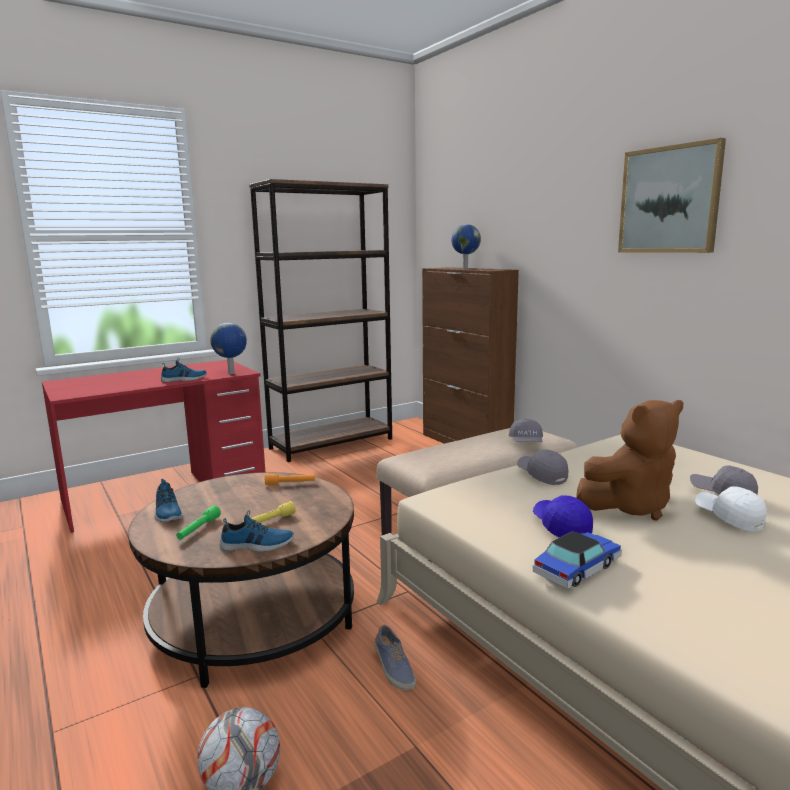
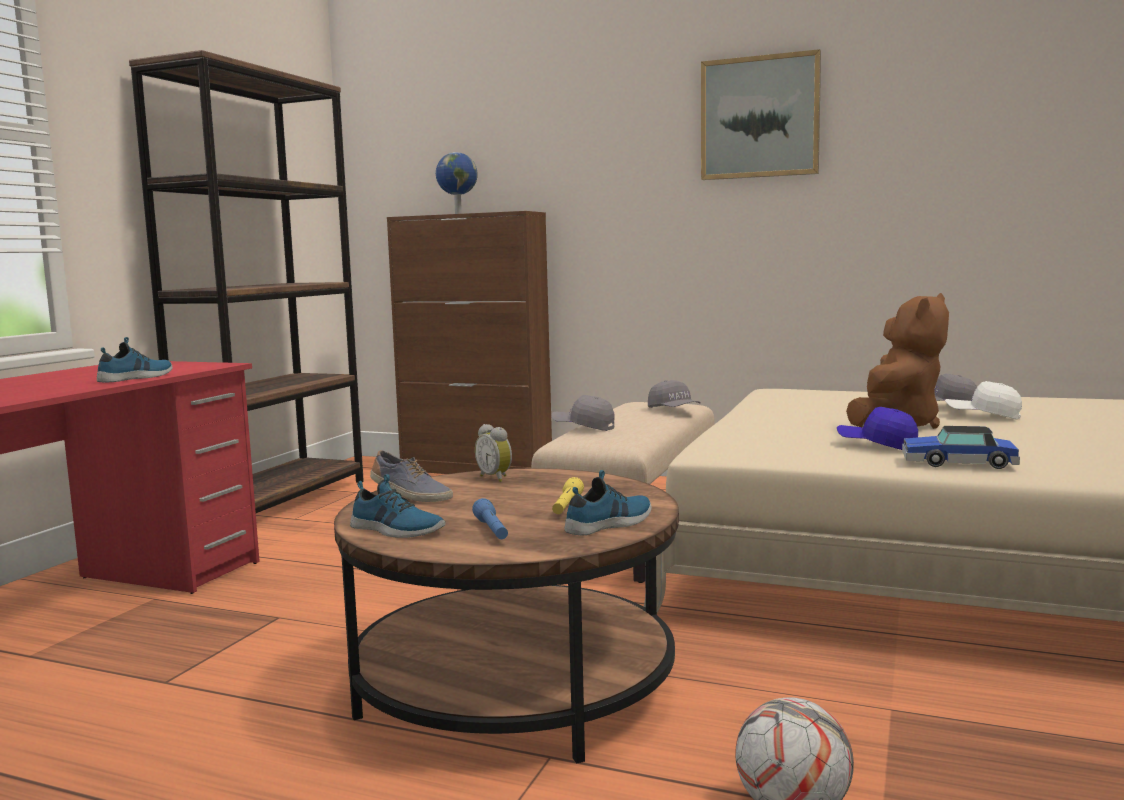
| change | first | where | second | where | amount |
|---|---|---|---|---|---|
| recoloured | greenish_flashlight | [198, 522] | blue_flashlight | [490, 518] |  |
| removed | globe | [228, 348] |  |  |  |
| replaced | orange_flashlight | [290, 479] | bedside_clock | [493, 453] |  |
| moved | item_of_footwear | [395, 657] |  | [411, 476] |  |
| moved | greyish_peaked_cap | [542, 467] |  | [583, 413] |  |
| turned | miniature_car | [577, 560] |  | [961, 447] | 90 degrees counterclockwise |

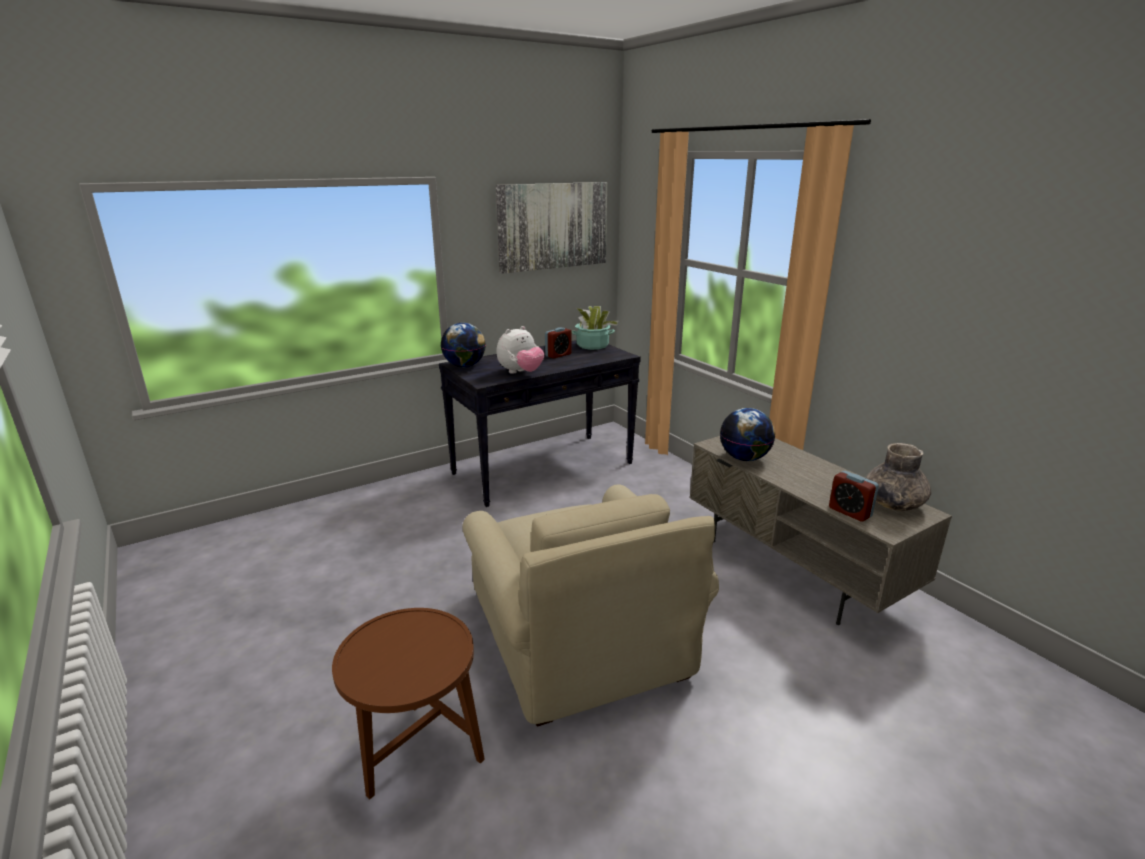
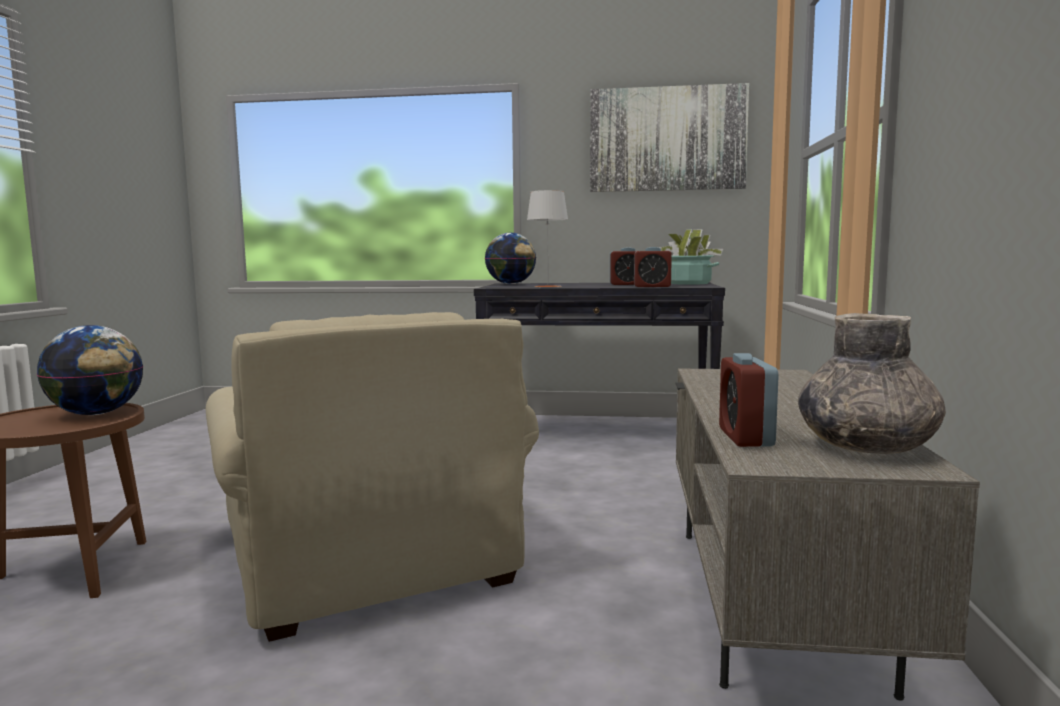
| change | first | where | second | where | amount |
|---|---|---|---|---|---|
| turned | beige_easy_chair | [590, 605] |  | [372, 477] | 45 degrees counterclockwise |
| replaced | soft_toy | [520, 350] | greyish_lamp_for_a_table | [547, 238] |  |
| moved | globe | [747, 434] |  | [90, 370] |  |
| added |  |  | bedside_clock | [653, 267] |  |

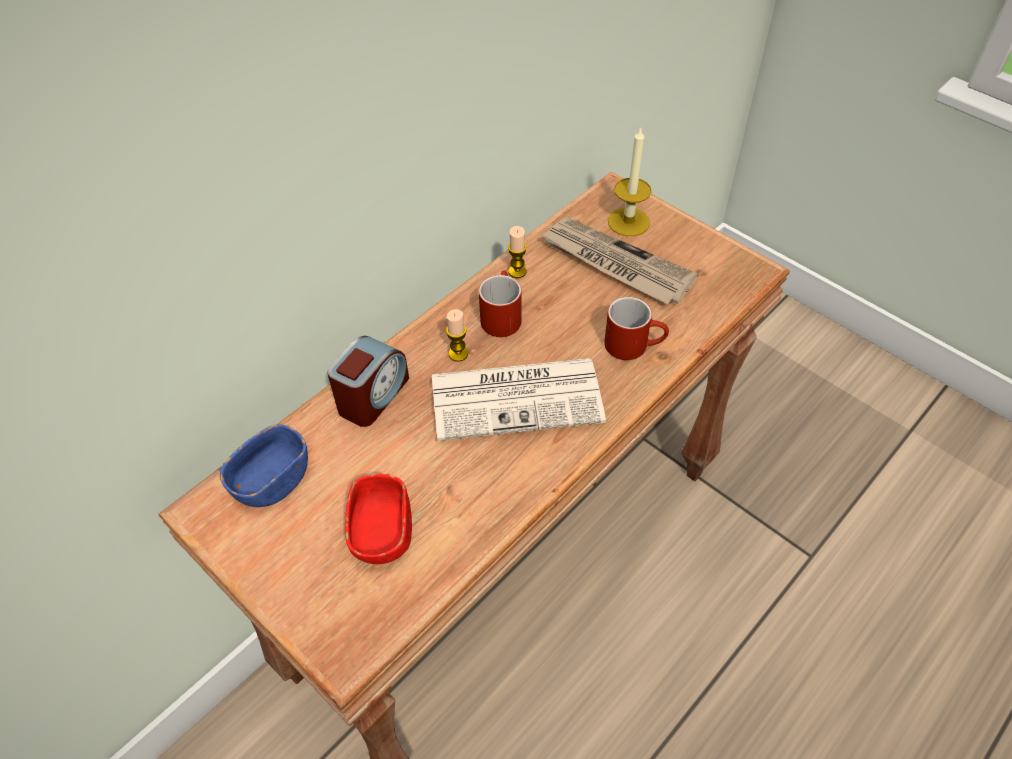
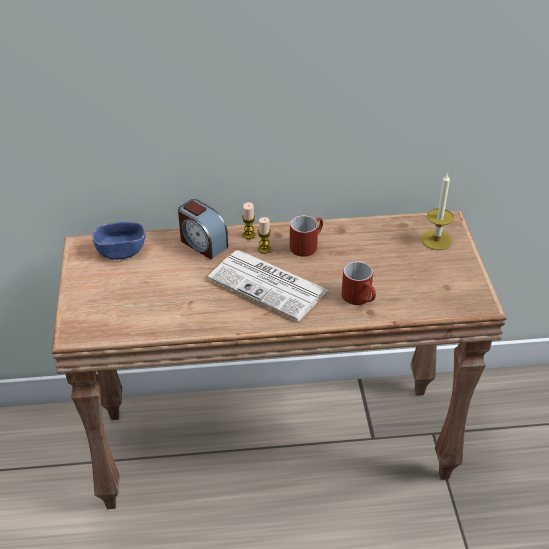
| change | first | where | second | where | amount |
|---|---|---|---|---|---|
| turned | bedside_clock | [368, 381] |  | [203, 229] | 60 degrees clockwise |
| removed | red_deep_dish | [378, 519] |  |  |  |
| moved | wax_light | [517, 252] |  | [248, 220] |  |
| removed | daily_paper | [619, 261] |  |  |  |

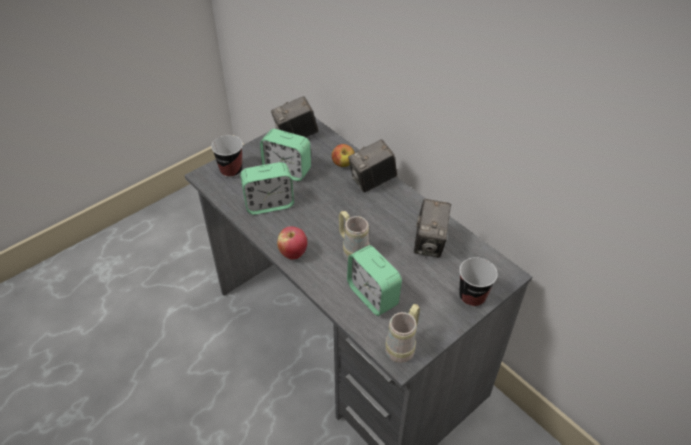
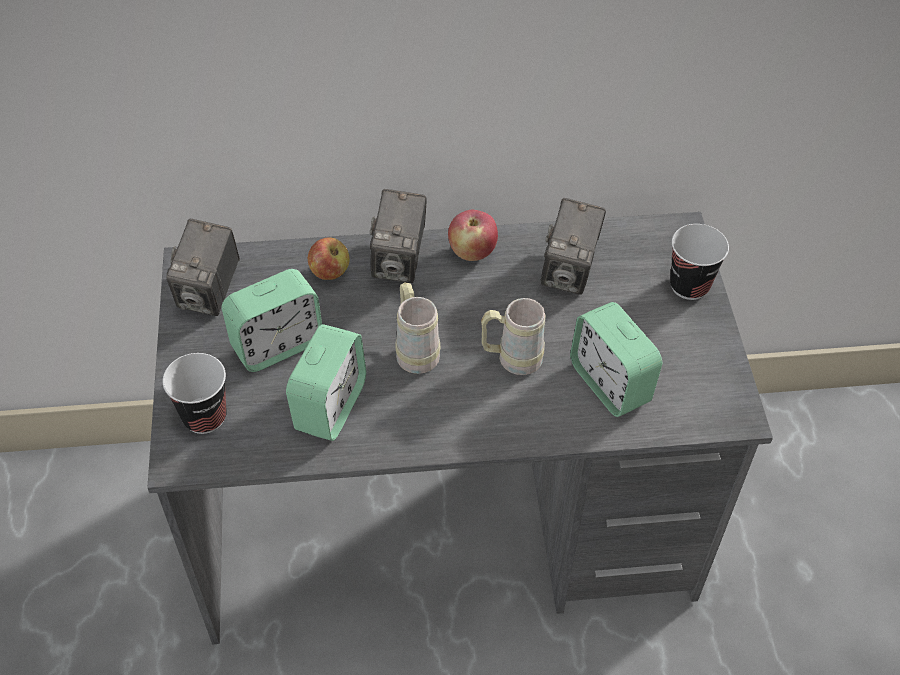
| change | first | where | second | where | amount |
|---|---|---|---|---|---|
| moved | whole_apple | [292, 243] |  | [473, 235] |  |
| turned | bedside_clock | [374, 280] |  | [616, 359] | 60 degrees clockwise |
| moved | beige_tea_mug | [402, 333] |  | [417, 328] |  |
| turned | photo_camera | [432, 228] |  | [573, 246] | 60 degrees clockwise |

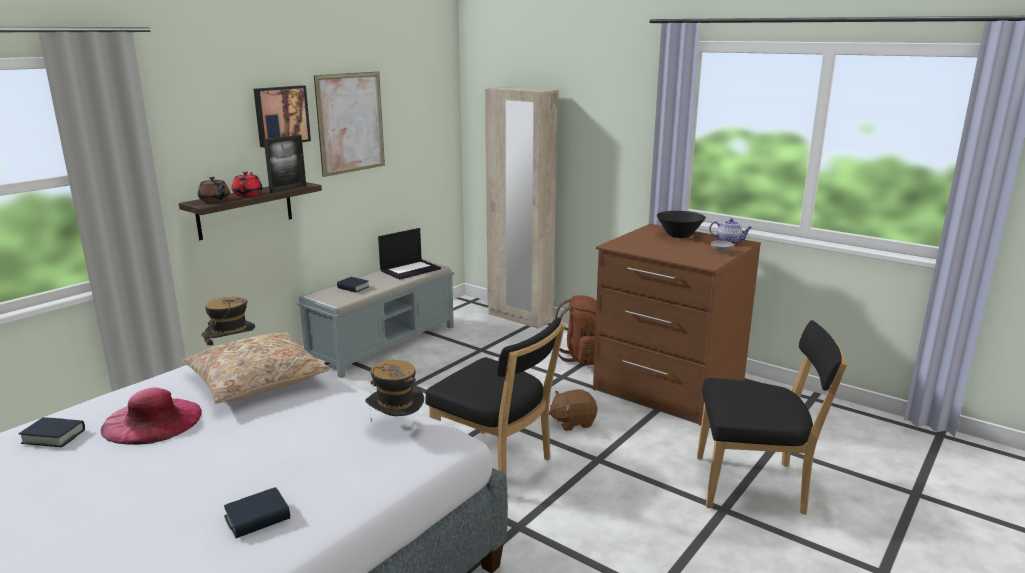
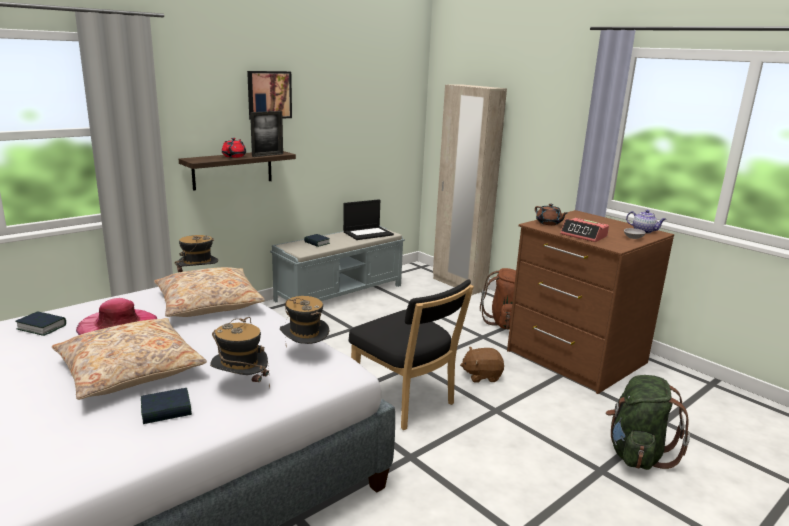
| change | first | where | second | where | amount |
|---|---|---|---|---|---|
| moved | brown-coloured_teapot | [214, 189] |  | [551, 214] |  |
| removed | picture | [349, 124] |  |  |  |
| removed | black_deep_dish | [681, 224] |  |  |  |
| replaced | black_plain_chair | [772, 417] | greenish_backpack | [648, 422] |  |
| added |  |  | beige_pillow | [129, 359] |  |
| added |  |  | hat | [240, 353] |  |
| added |  |  | bedside_clock | [584, 230] |  |

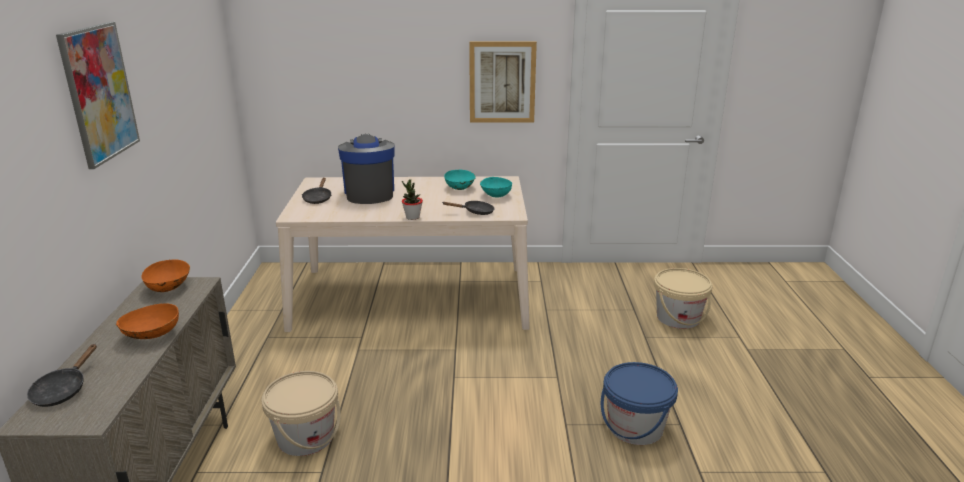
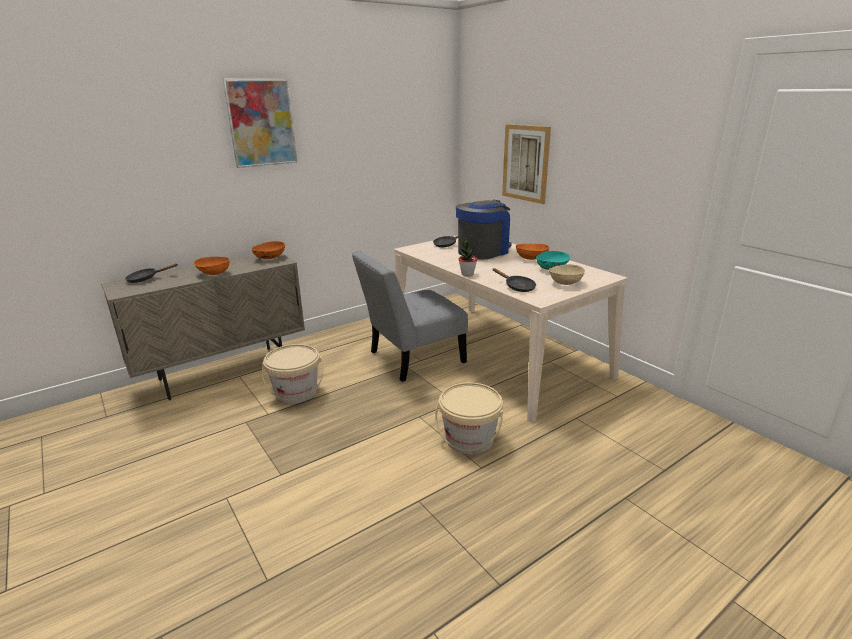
| change | first | where | second | where | amount |
|---|---|---|---|---|---|
| moved | picture | [503, 82] |  | [526, 164] |  |
| recoloured | turquoise_deep_dish | [496, 187] | beige_deep_dish | [567, 274] |  |
| removed | blue_pail | [639, 403] |  |  |  |
| moved | beige_pail | [683, 298] |  | [469, 418] |  |
| added |  |  | greyish_plain_chair | [410, 316] |  |
| added |  |  | orange_deep_dish | [532, 252] |  |

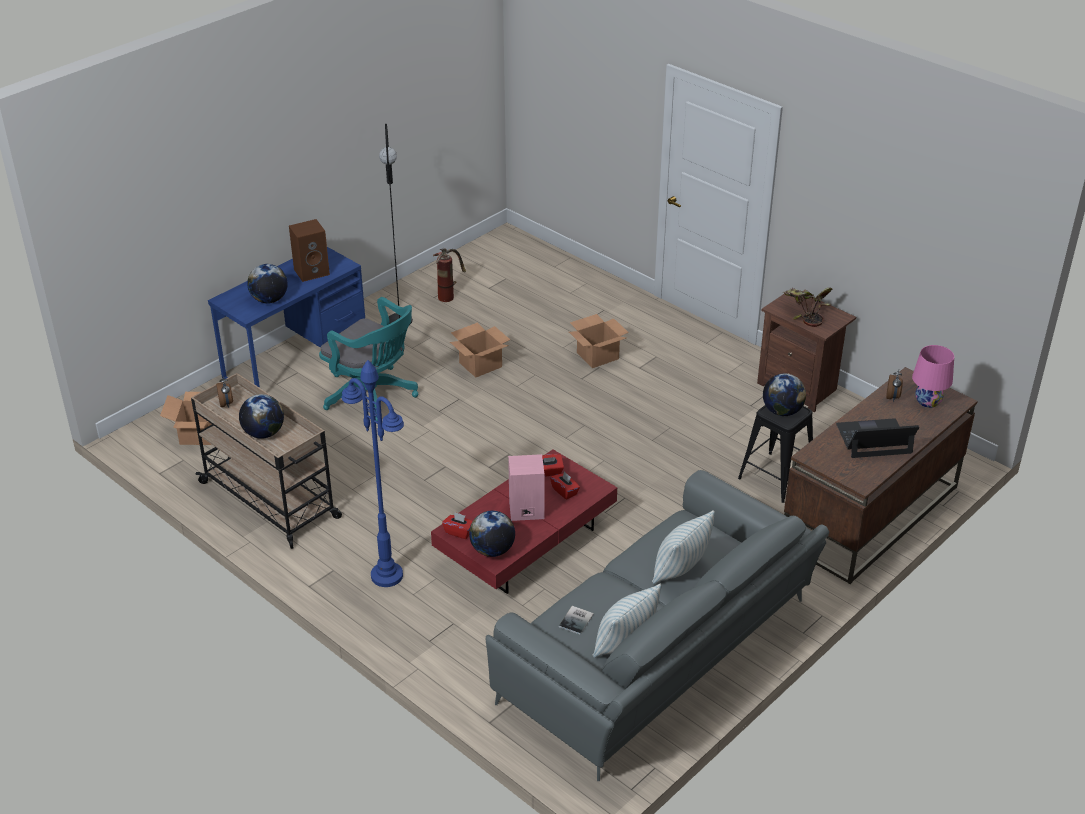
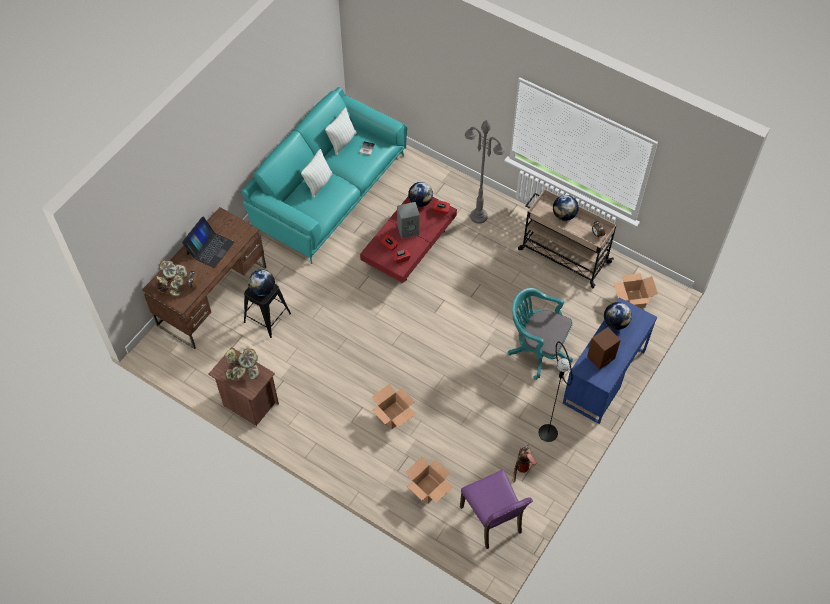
| change | first | where | second | where | amount |
|---|---|---|---|---|---|
| recoloured | blue_standing_lamp | [373, 473] | greyish_standing_lamp | [485, 172] |  |
| moved | carton | [480, 350] |  | [429, 480] |  |
| recoloured | greyish_sofa | [657, 625] | turquoise_sofa | [324, 175] |  |
| recoloured | pinkish_audio_speaker | [526, 487] | greyish_audio_speaker | [408, 220] |  |
| turned | notebook_computer | [877, 438] |  | [208, 242] | 45 degrees counterclockwise |
| replaced | pinkish_lamp_for_a_table | [933, 376] | potted_plant | [172, 278] |  |
| added |  |  | purple-coloured_plain_chair | [496, 509] |  |

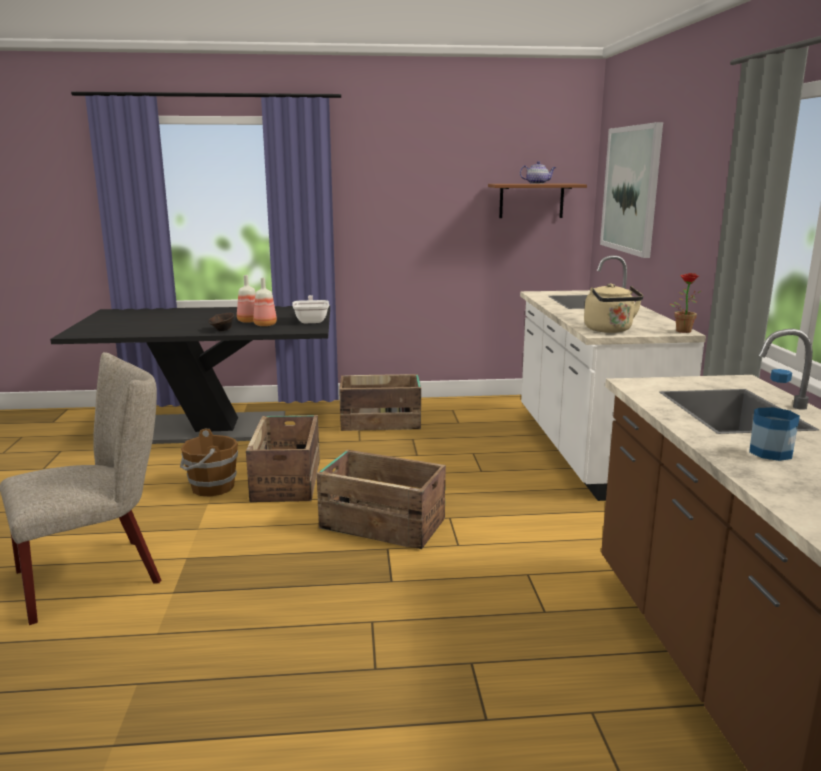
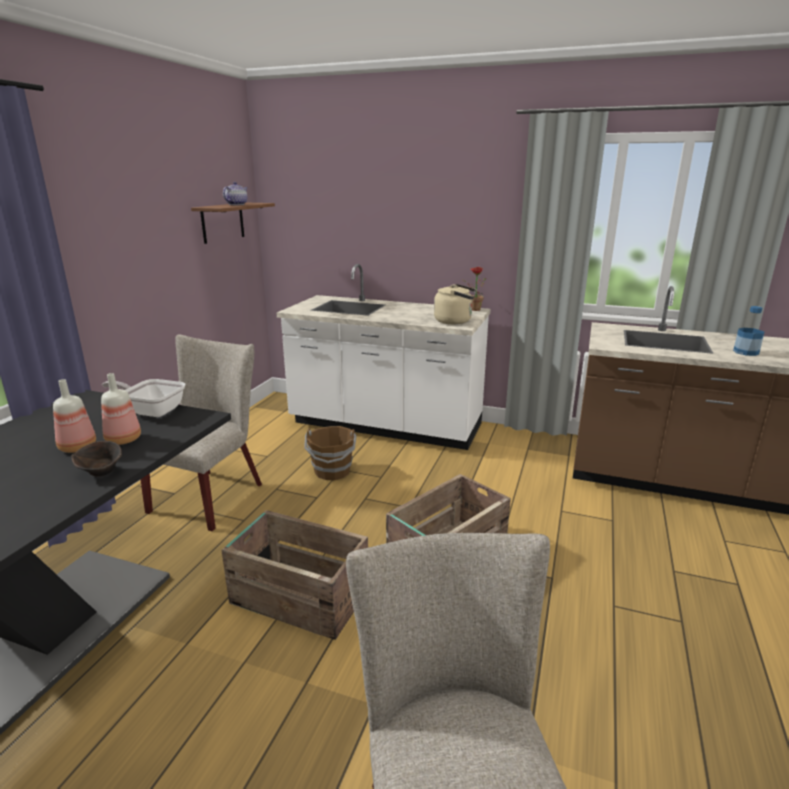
| change | first | where | second | where | amount |
|---|---|---|---|---|---|
| moved | brown-coloured_pail | [209, 463] |  | [330, 453] |  |
| replaced | shipping_crate | [380, 402] | beige_plain_chair | [201, 432] |  |
| removed | picture | [631, 190] |  |  |  |

